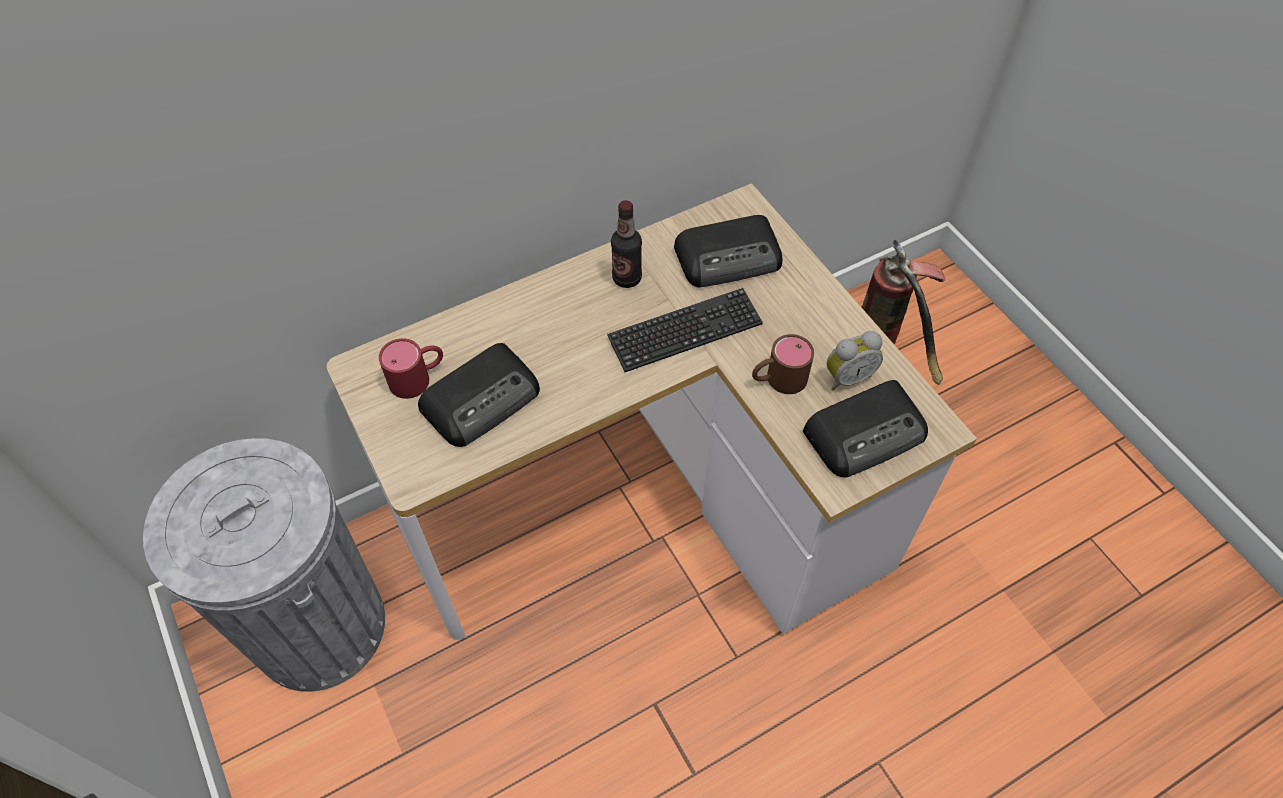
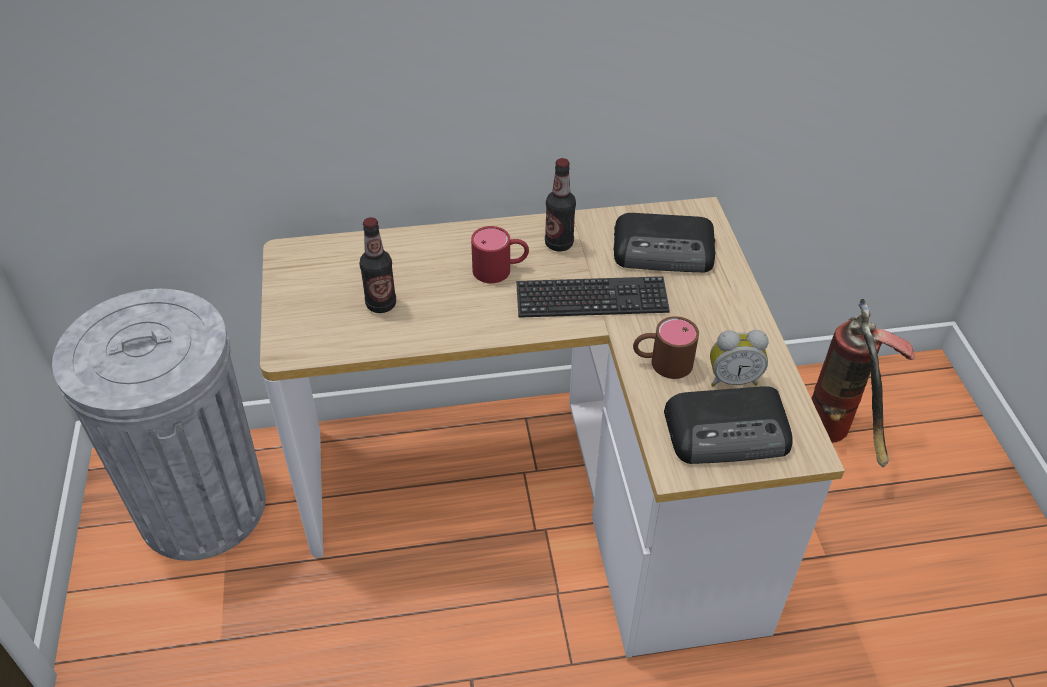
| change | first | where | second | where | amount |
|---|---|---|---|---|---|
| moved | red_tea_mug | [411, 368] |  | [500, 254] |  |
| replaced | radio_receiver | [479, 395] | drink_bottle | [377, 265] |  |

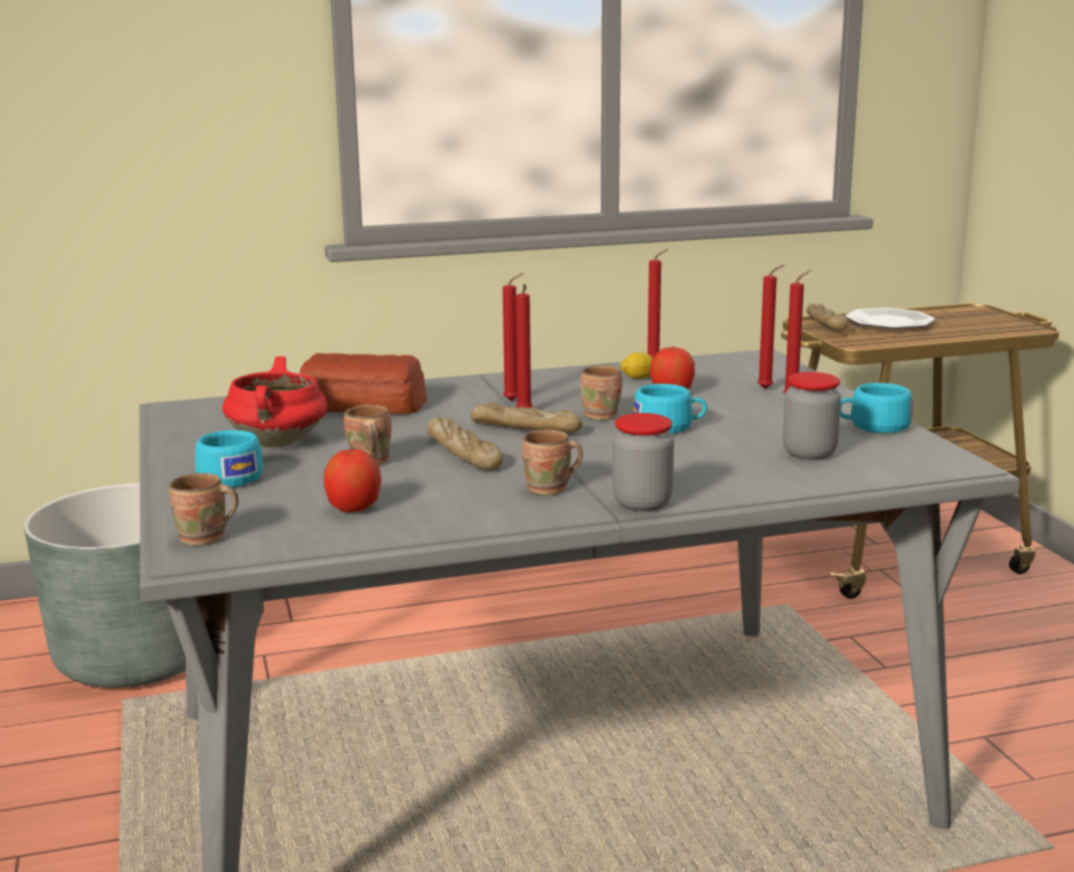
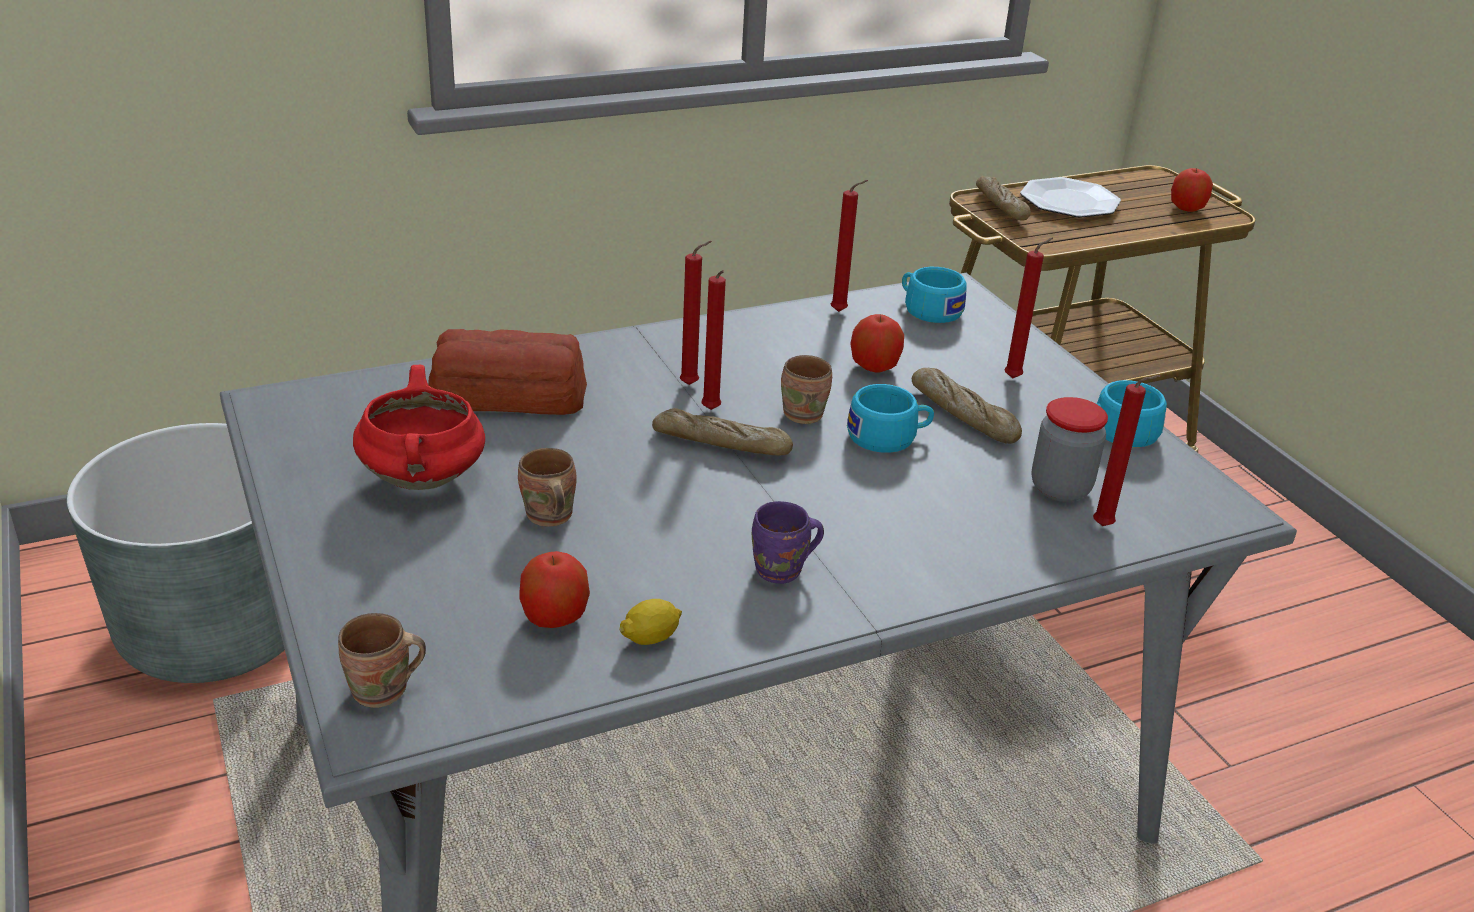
| change | first | where | second | where | amount |
|---|---|---|---|---|---|
| moved | turquoise_small_cup | [229, 458] |  | [934, 295] |  |
| moved | bread | [465, 443] |  | [967, 406] |  |
| recoloured | brown-coloured_tea_mug | [552, 463] | purple-coloured_tea_mug | [788, 542] |  |
| removed | storage_jar | [643, 462] |  |  |  |
| moved | whole_lemon | [636, 365] |  | [650, 622] |  |
| moved | red_wax_light | [770, 327] |  | [1127, 450] |  |
| added |  |  | whole_apple | [1192, 190] |  |

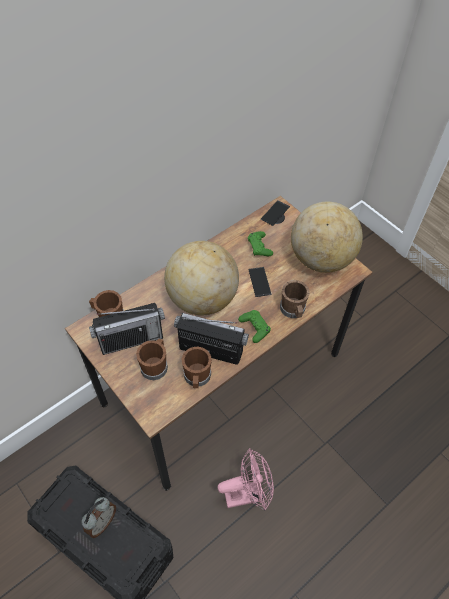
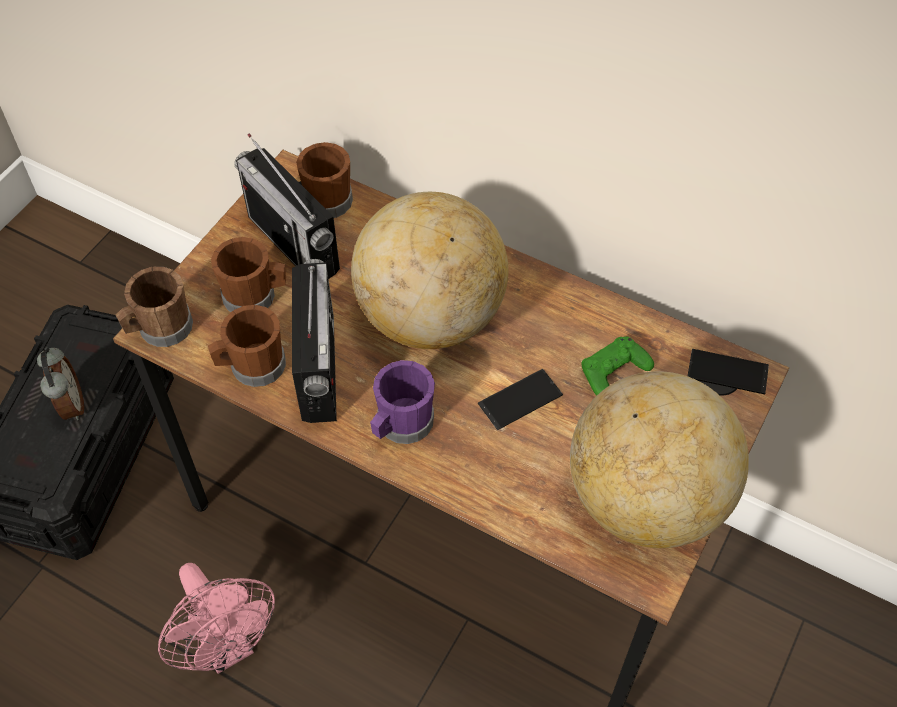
| change | first | where | second | where | amount |
|---|---|---|---|---|---|
| turned | bedside_clock | [99, 517] |  | [60, 383] | 120 degrees counterclockwise |
| replaced | greenish_joypad | [254, 326] | purple-coloured_tea_mug | [402, 402] |  |
| moved | brown-coloured_tea_mug | [295, 299] |  | [154, 307] |  |

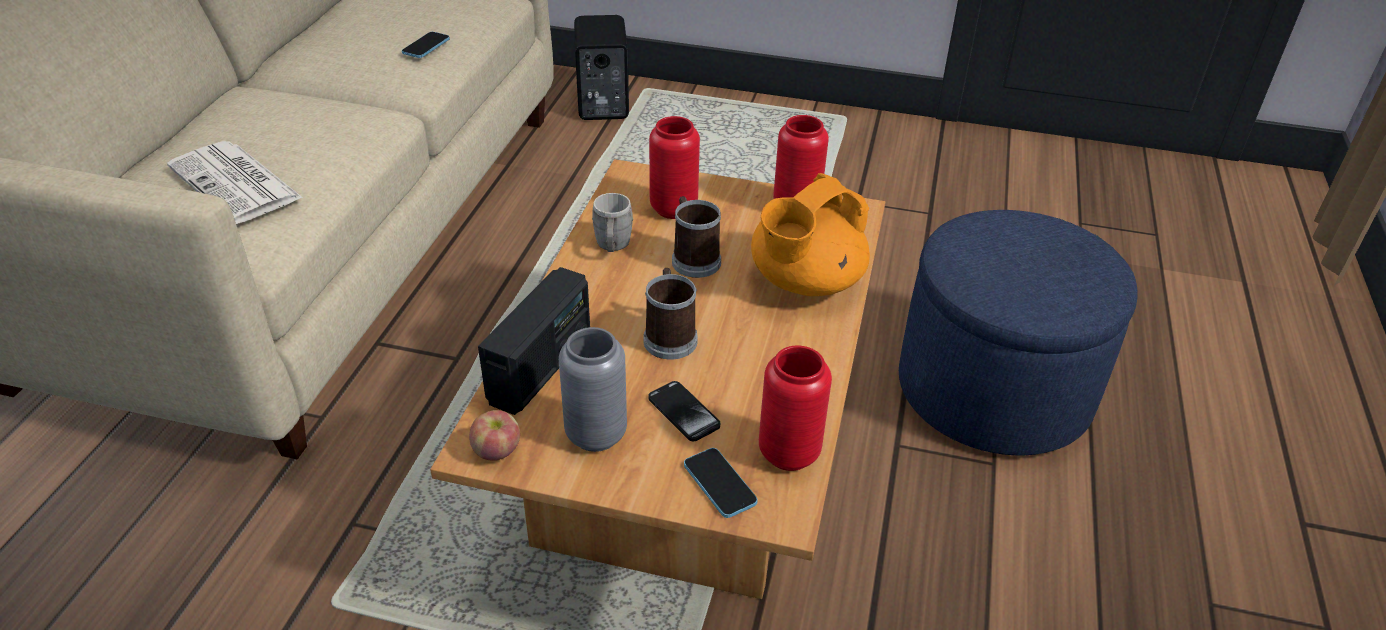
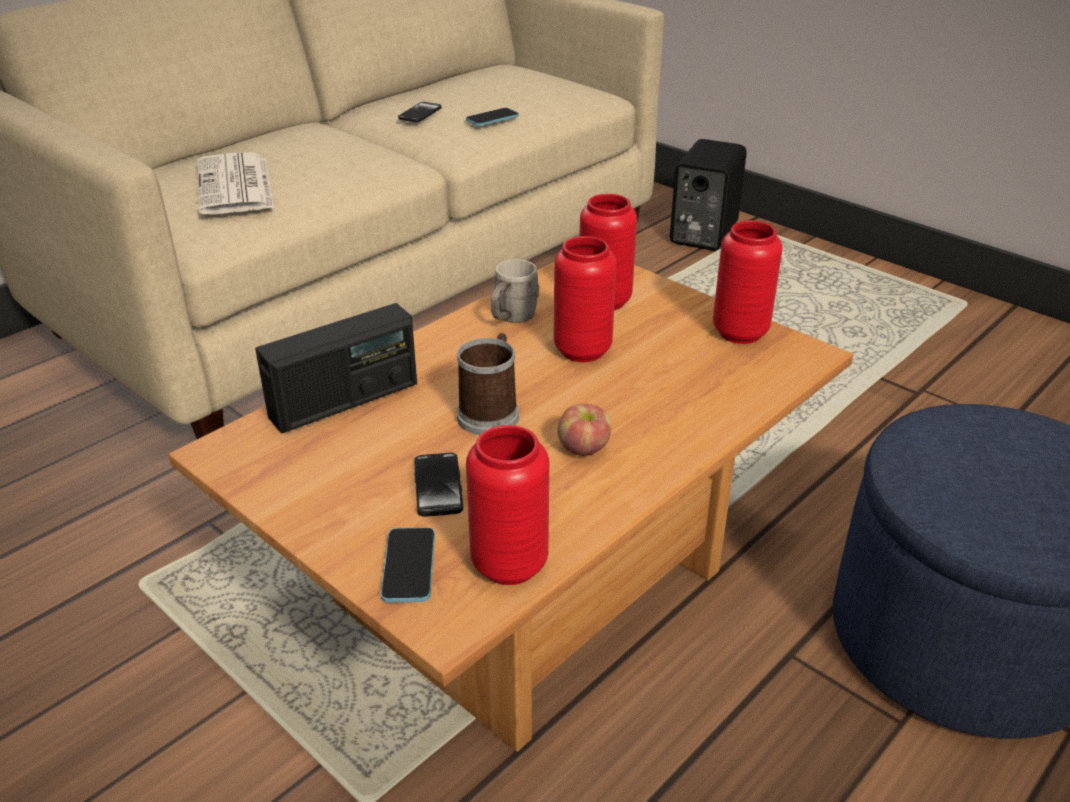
| change | first | where | second | where | amount |
|---|---|---|---|---|---|
| moved | whole_apple | [494, 435] |  | [584, 430] |  |
| removed | greyish_flower_vase | [593, 389] |  |  |  |
| replaced | tea_mug | [696, 237] | red_flower_vase | [584, 299] |  |
| removed | orange_teapot | [810, 234] |  |  |  |
| added |  |  | handset | [419, 112] |  |

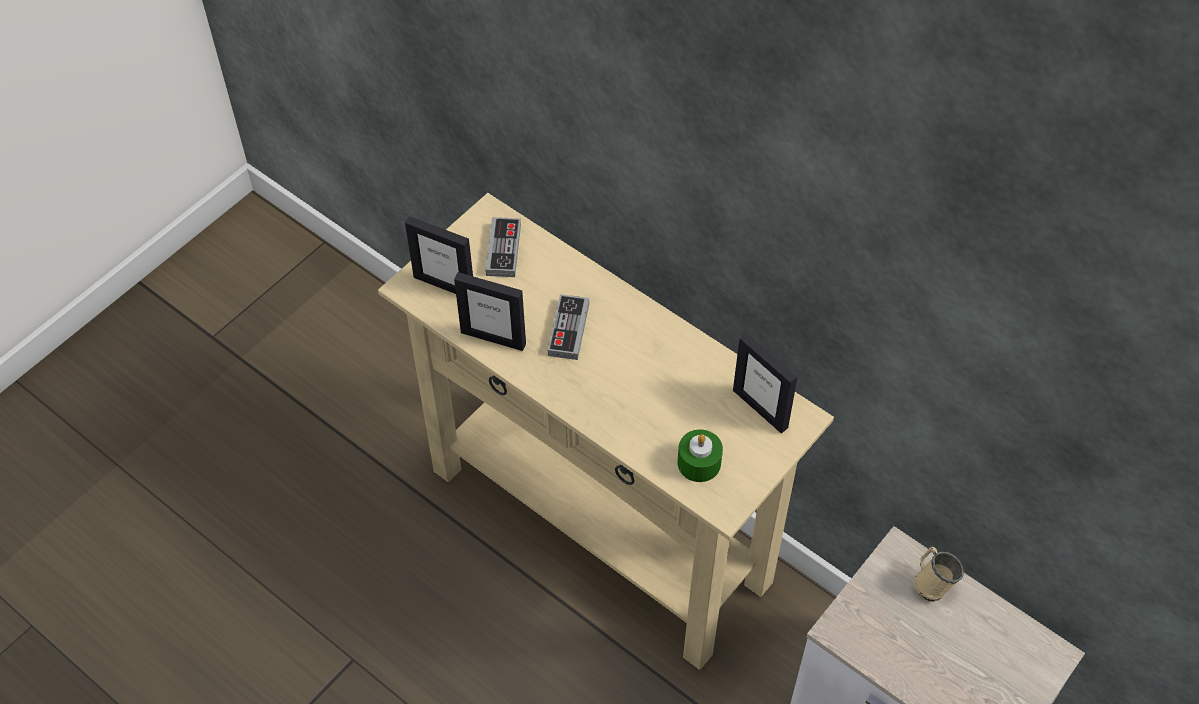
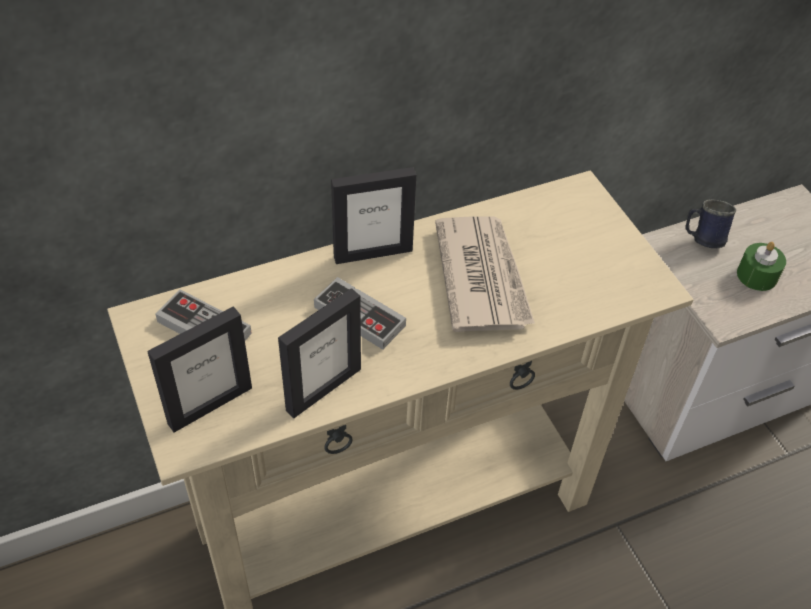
| change | first | where | second | where | amount |
|---|---|---|---|---|---|
| moved | greenish_wax_light | [700, 456] |  | [761, 266] |  |
| moved | standing_frame | [765, 383] |  | [373, 215] |  |
| recoloured | beige_tea_mug | [939, 574] | blue_tea_mug | [710, 223] |  |
| added |  |  | daily_paper | [485, 274] |  |

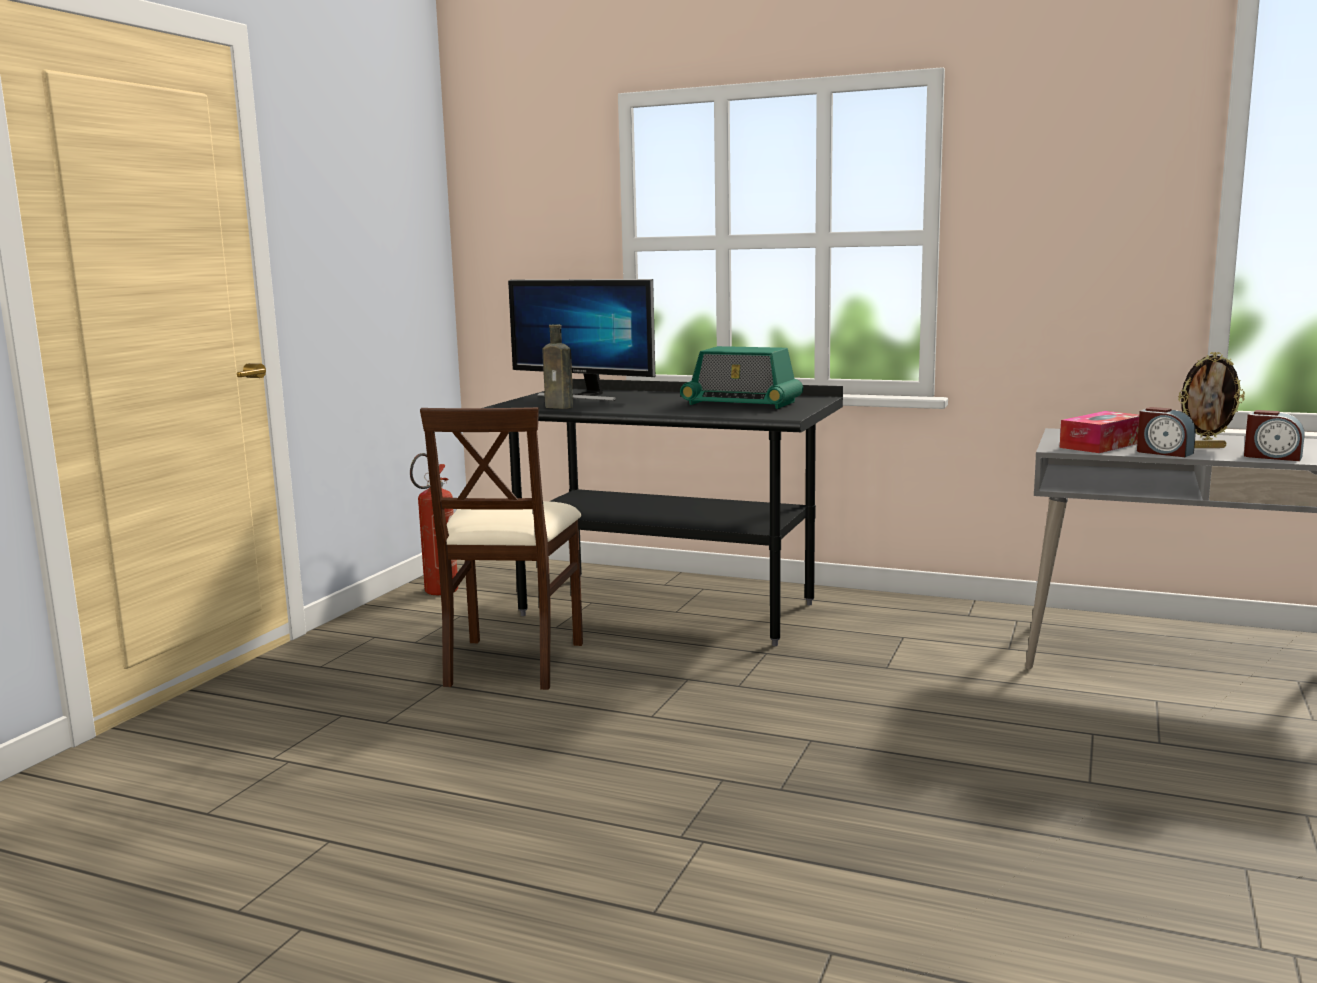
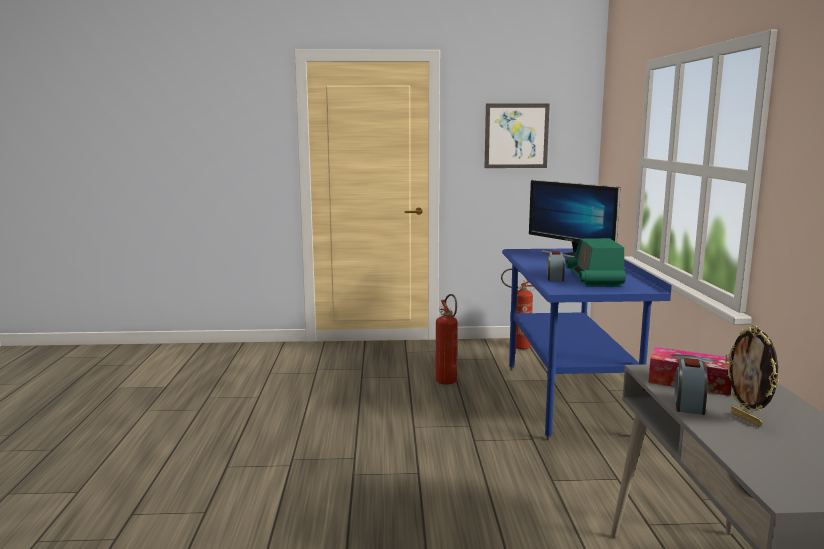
| change | first | where | second | where | amount |
|---|---|---|---|---|---|
| replaced | beige_plain_chair | [501, 548] | fire-fighting_cylinder | [446, 339] |  |
| recoloured | black_desk_unit | [663, 512] | blue_desk_unit | [587, 344] |  |
| turned | computer_screen | [581, 340] |  | [574, 219] | 45 degrees counterclockwise |
| removed | brown-coloured_drink_bottle | [557, 366] |  |  |  |
| moved | bedside_clock | [1274, 435] |  | [556, 266] |  |
| added |  |  | picture | [517, 135] |  |

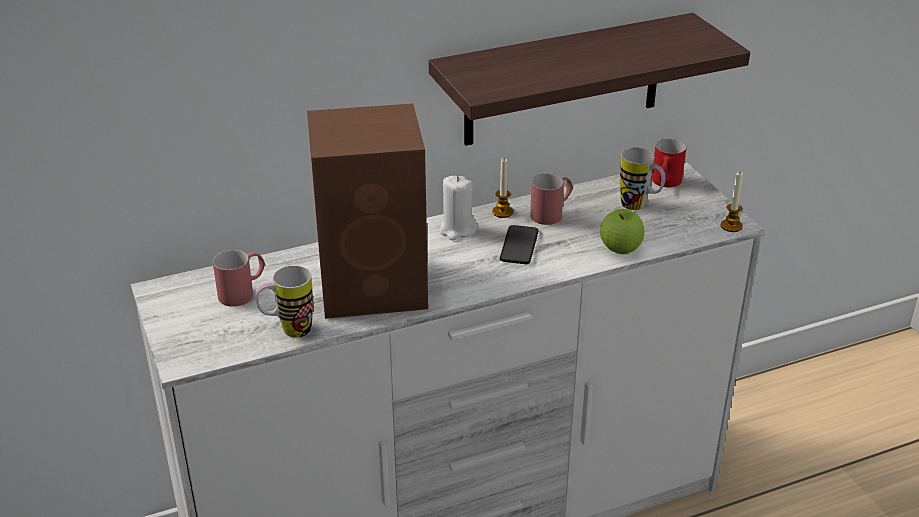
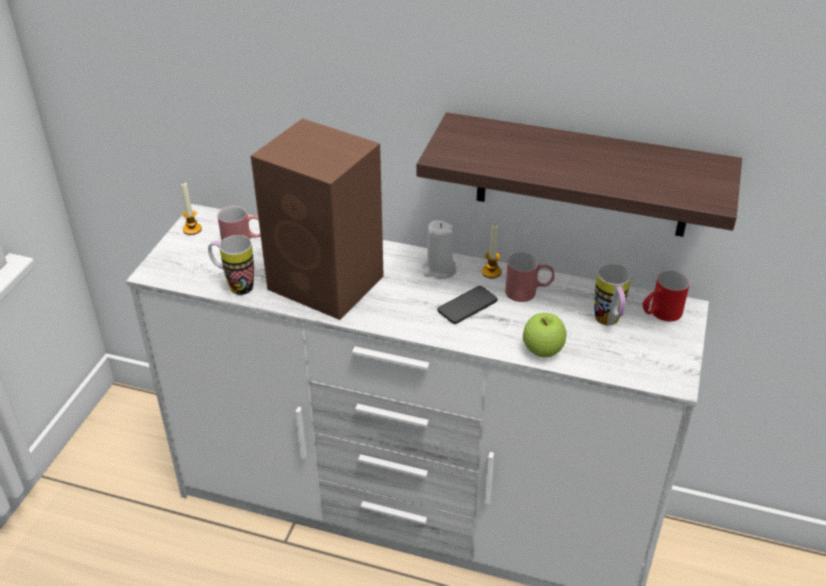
| change | first | where | second | where | amount |
|---|---|---|---|---|---|
| moved | wax_light | [732, 201] |  | [191, 209] |  |

